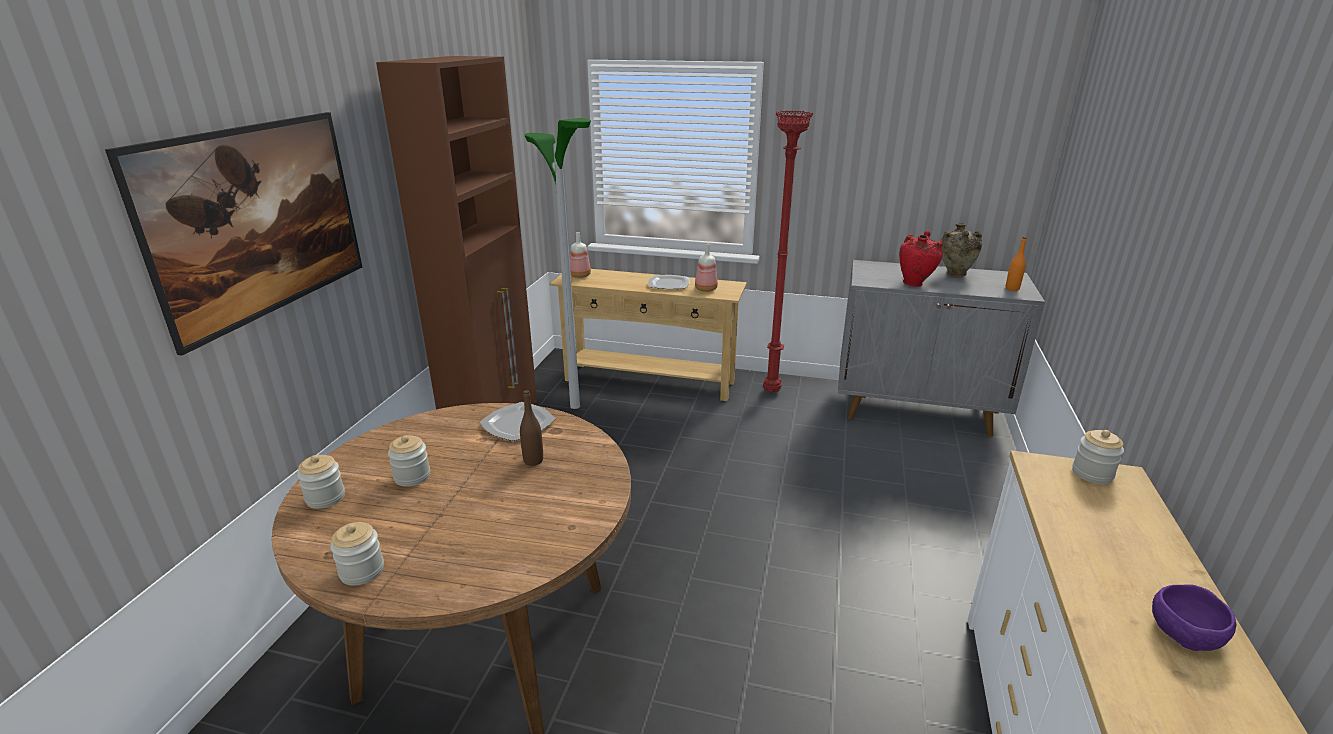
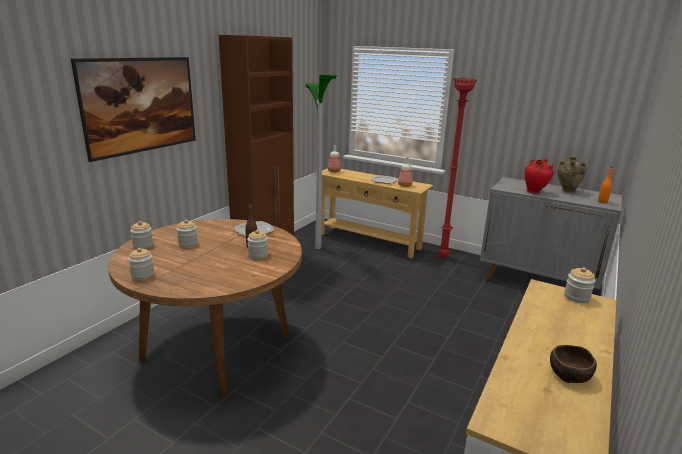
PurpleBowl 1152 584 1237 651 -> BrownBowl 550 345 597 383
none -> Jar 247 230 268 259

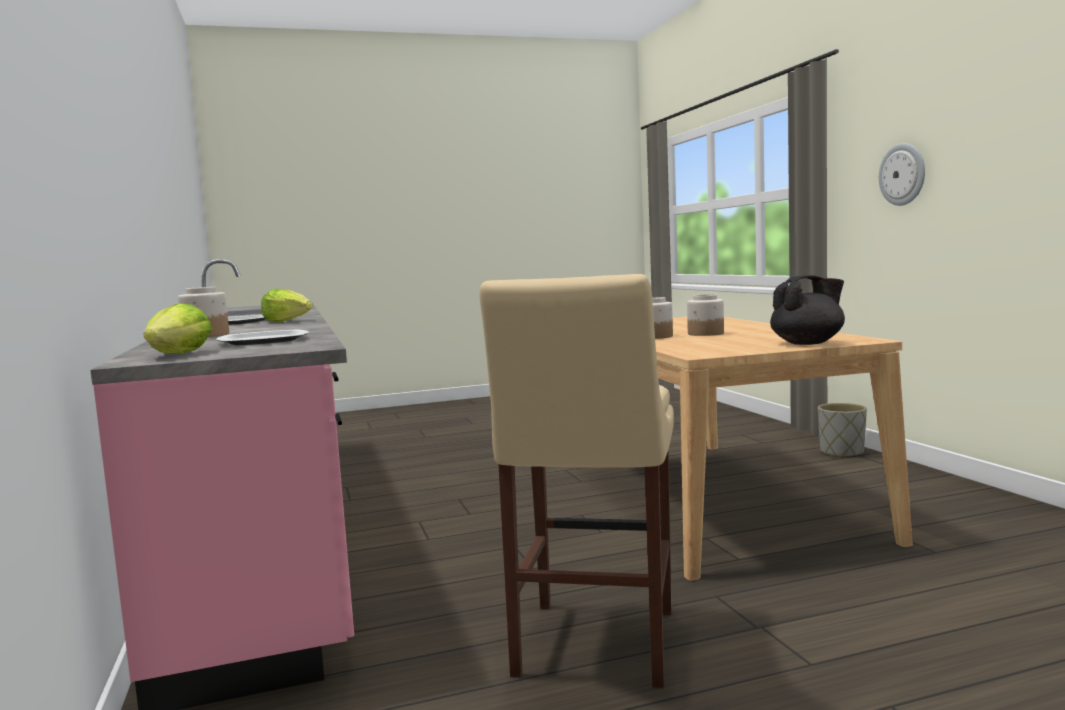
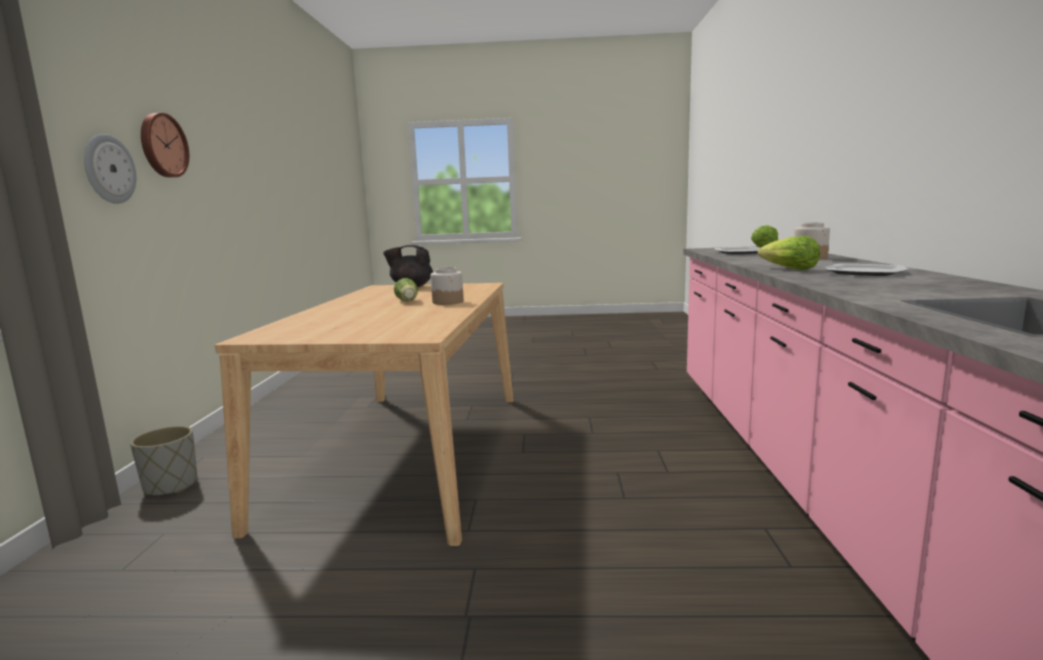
BeigeStool 479 274 674 688 -> none
Jar 687 294 724 336 -> Lettuce 394 278 418 302
none -> WallClock 141 113 189 178

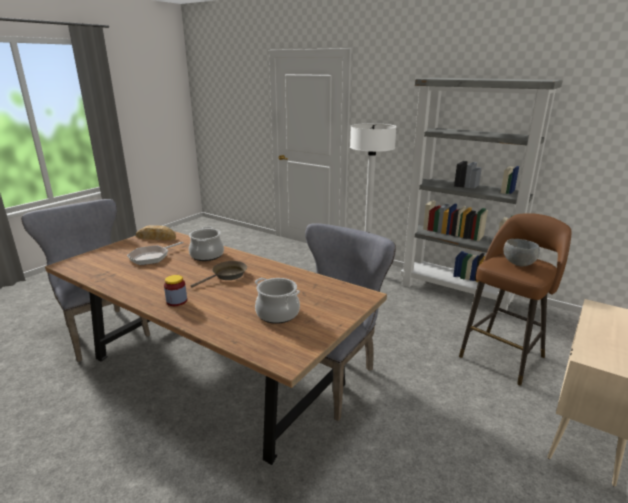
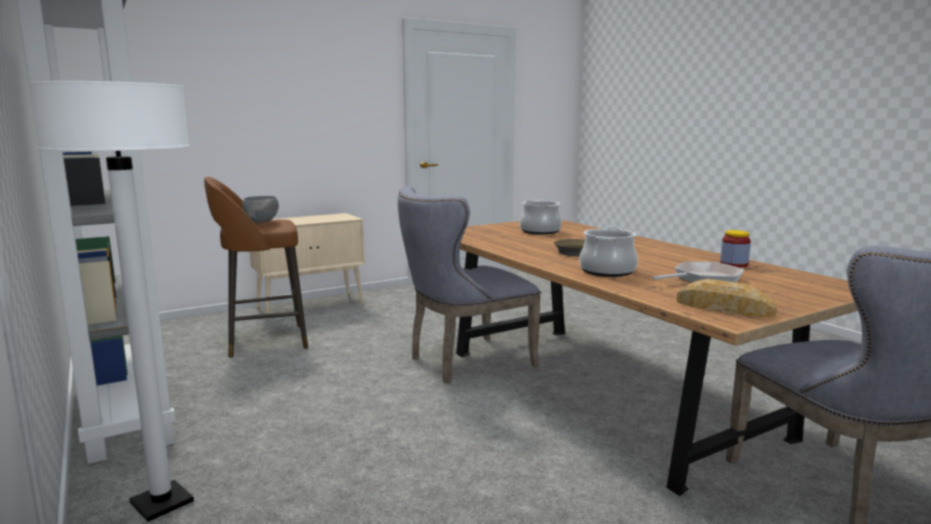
Jar 164 275 187 306 -> Jar 720 230 751 267, relocated

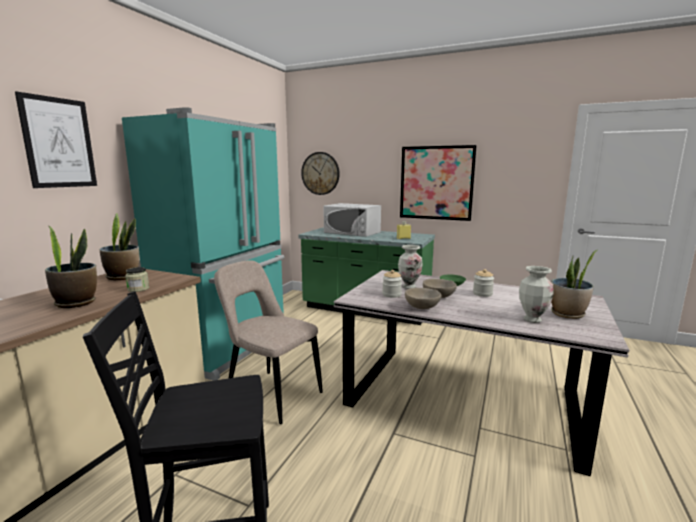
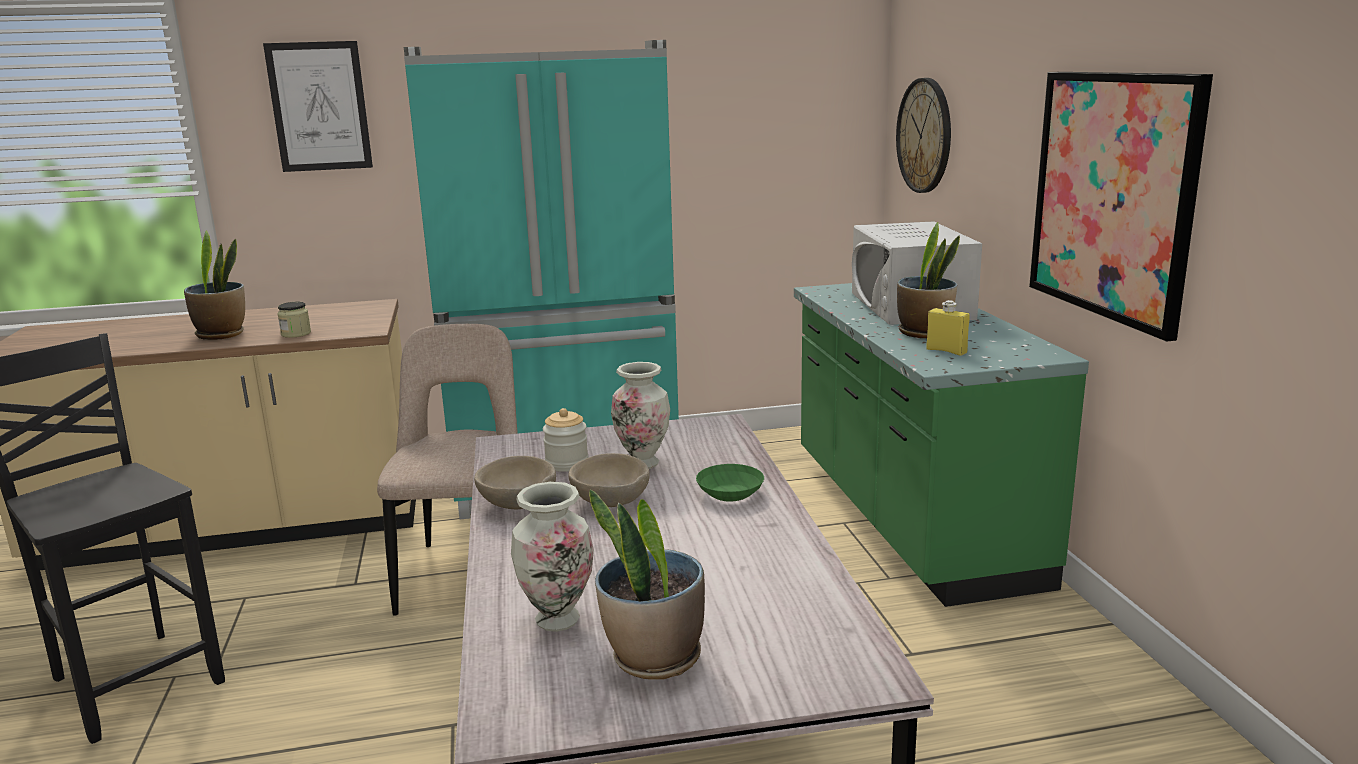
PottedPlant 100 213 139 280 -> PottedPlant 897 222 960 338, relocated
Jar 473 269 494 297 -> none

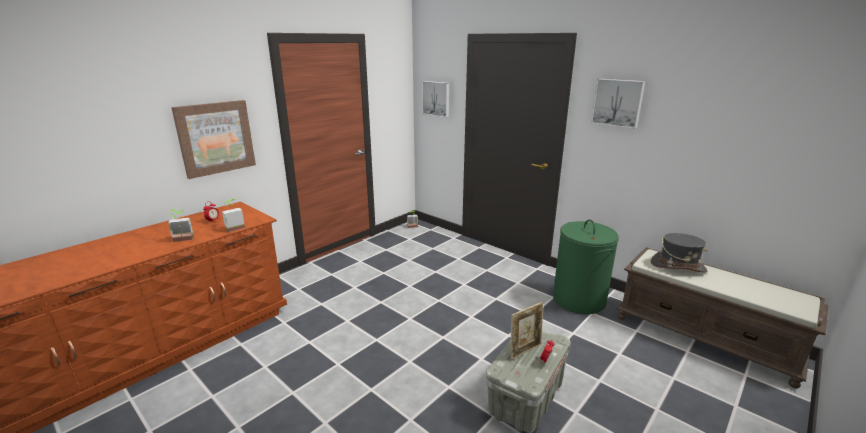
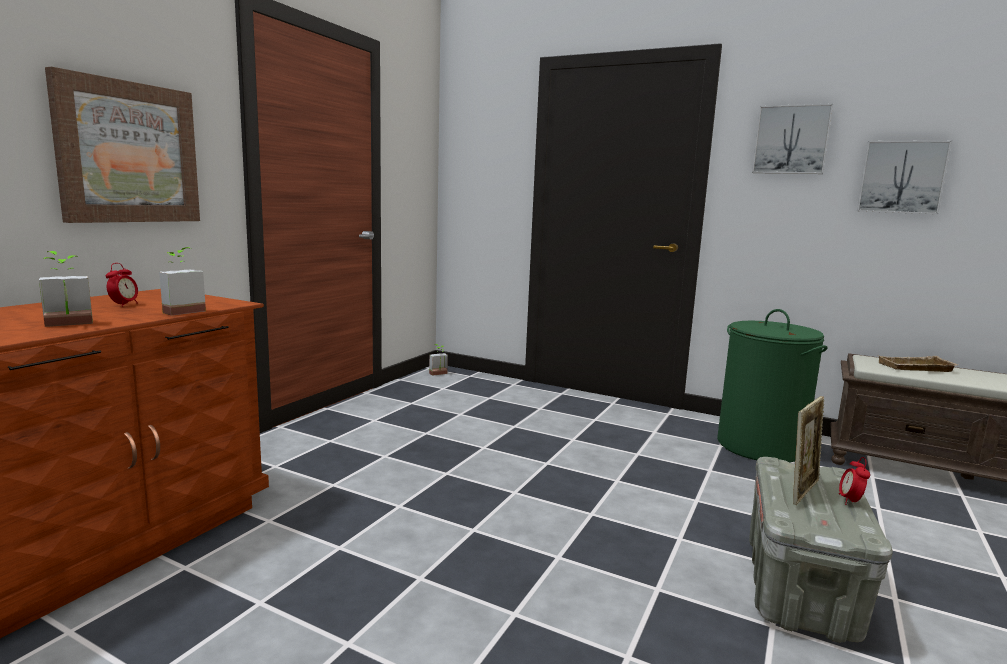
Picture 422 81 449 118 -> Picture 857 140 952 214, relocated
GreyHat 651 233 708 273 -> BeigeTray 877 355 958 372

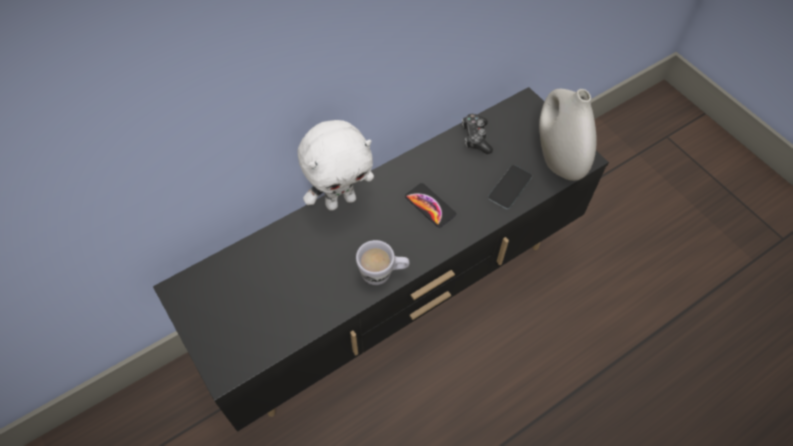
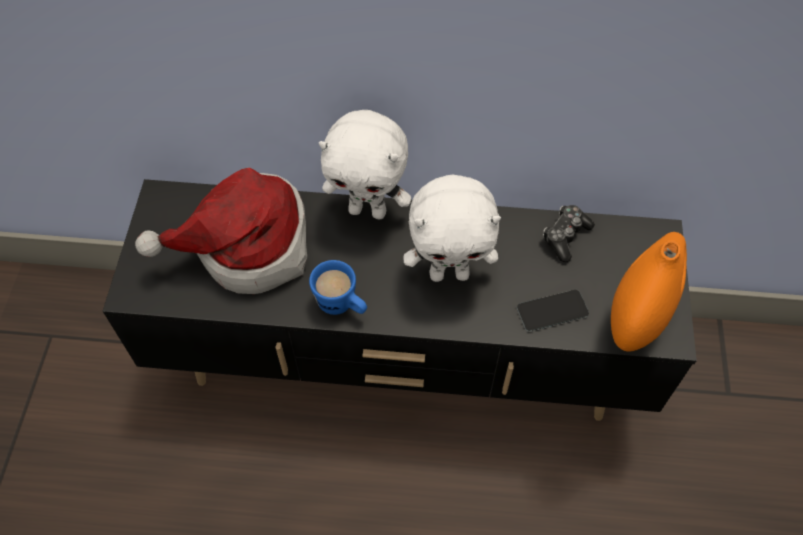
WhiteMug 356 240 410 285 -> BlueMug 309 260 367 315
Phone 405 183 456 228 -> WhitePlushToy 403 175 501 282
WhiteVase 539 89 597 181 -> OrangeVase 611 232 687 352
none -> Hat 135 168 307 294

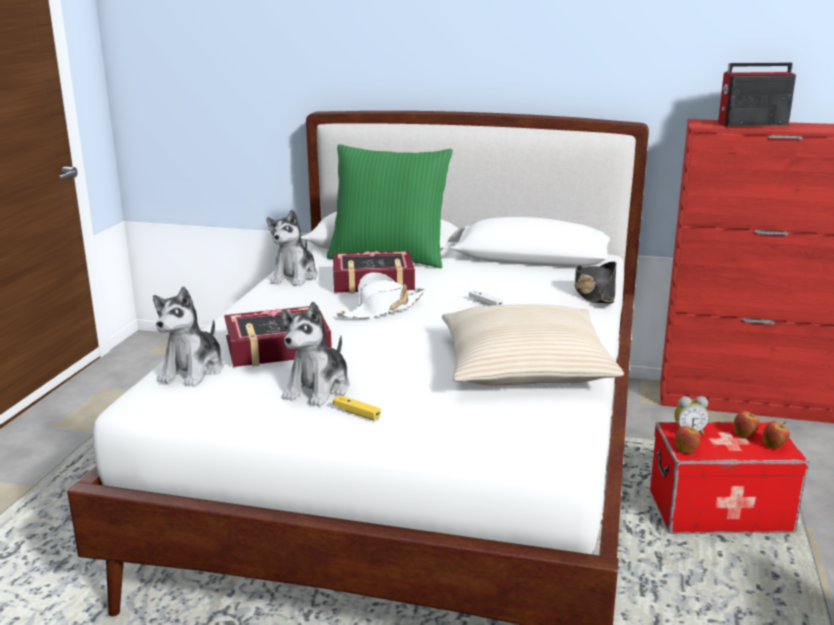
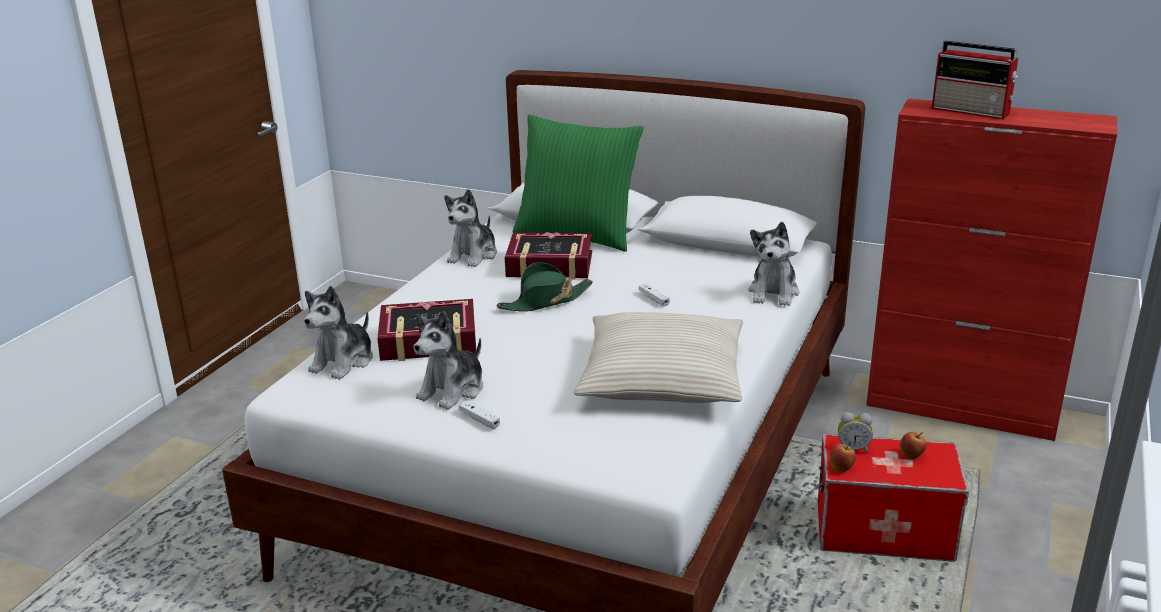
YellowGameController 333 395 381 421 -> WhiteGameController 459 401 500 429
WhiteHat 337 272 425 319 -> GreenHat 497 262 593 312
BlackHat 574 262 616 304 -> PlushToy 748 222 799 306
Radio 718 62 796 127 -> Radio 932 41 1019 119, 150 degrees counterclockwise
Apple 763 422 790 449 -> none

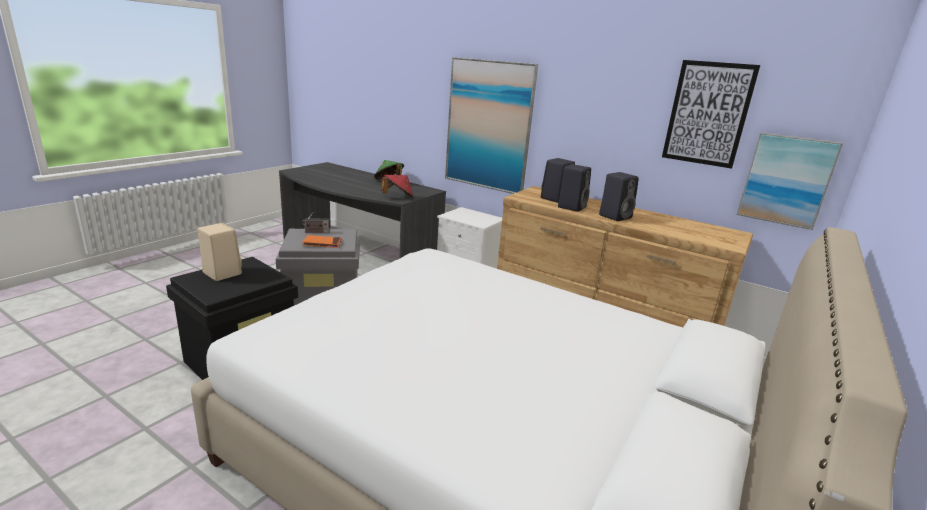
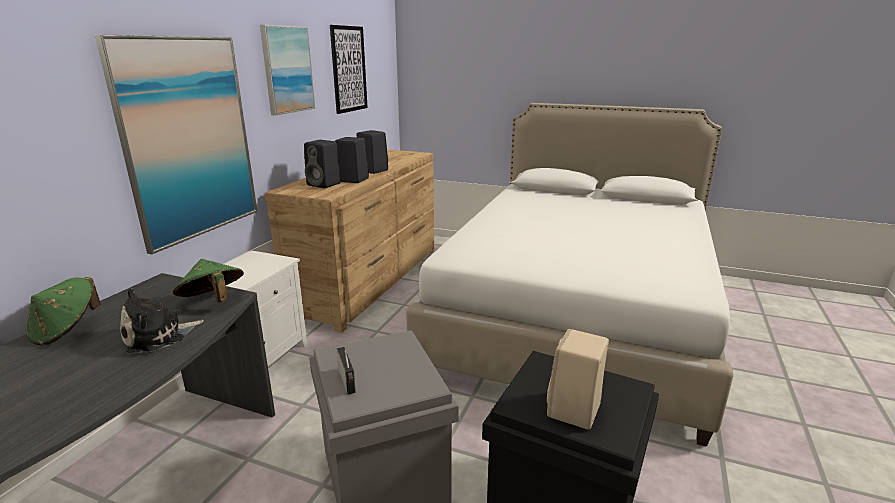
OrangeBook 302 235 342 248 -> none
RedHat 382 175 414 198 -> GreenHat 173 259 244 302
Picture 737 132 843 230 -> Picture 260 25 315 115, relocated
none -> PlushToy 120 288 204 353

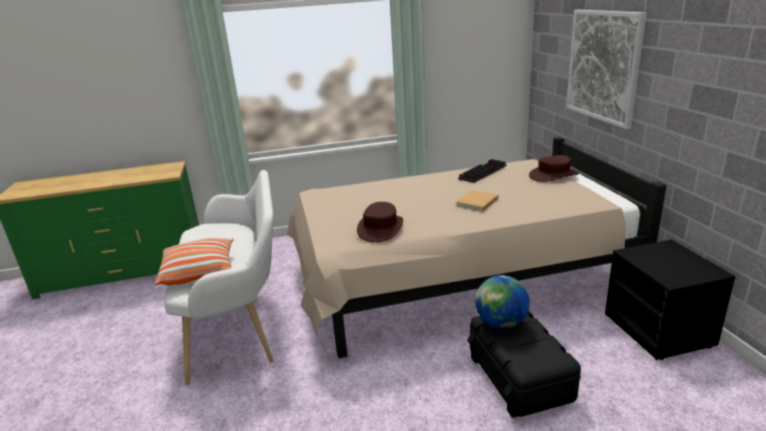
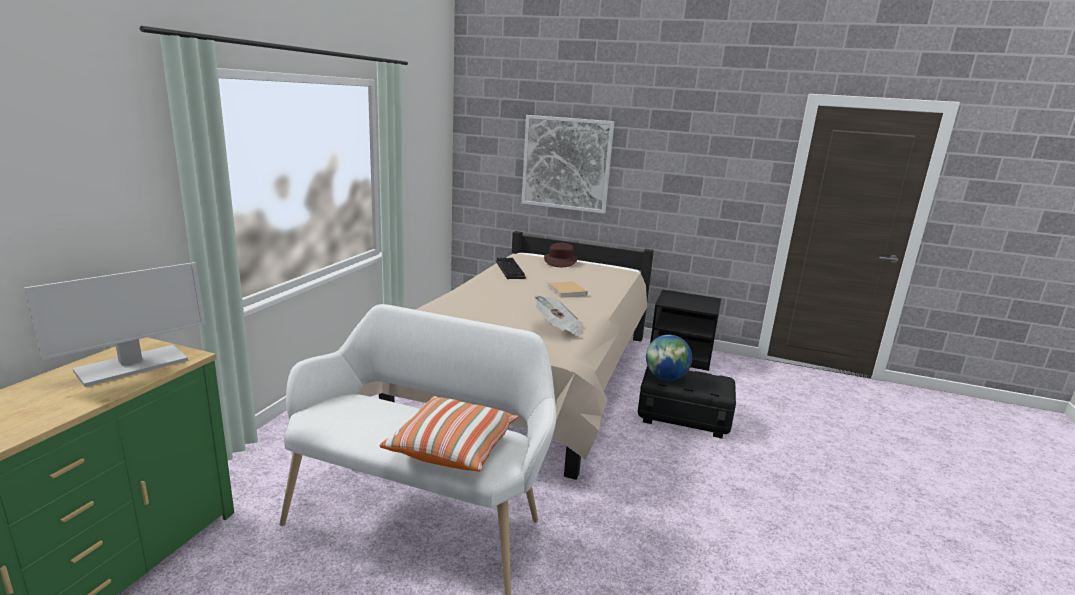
BrownHat 357 202 403 242 -> Newspaper 534 295 583 337
none -> Monitor 24 262 206 387

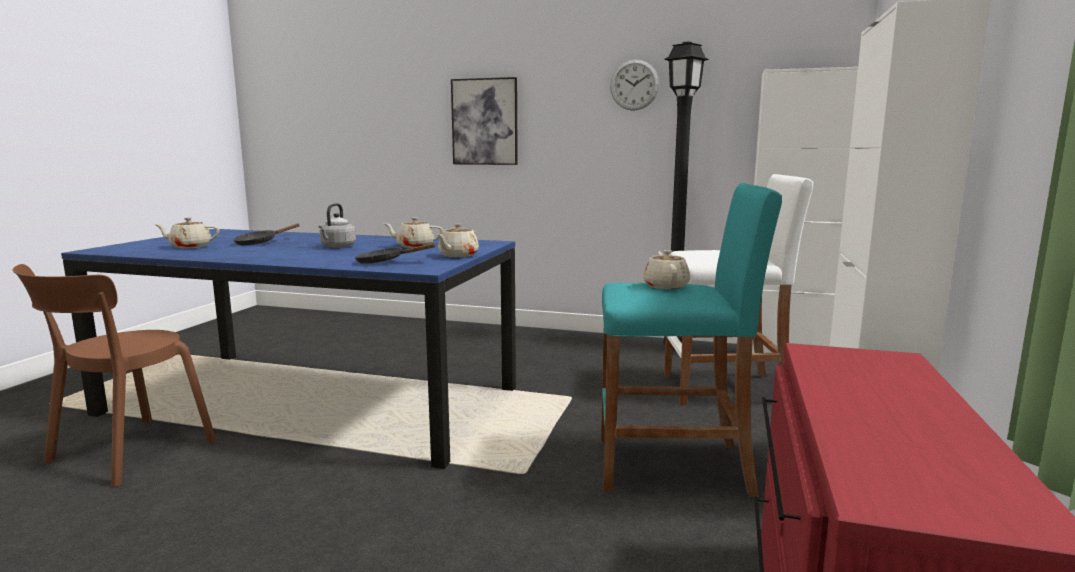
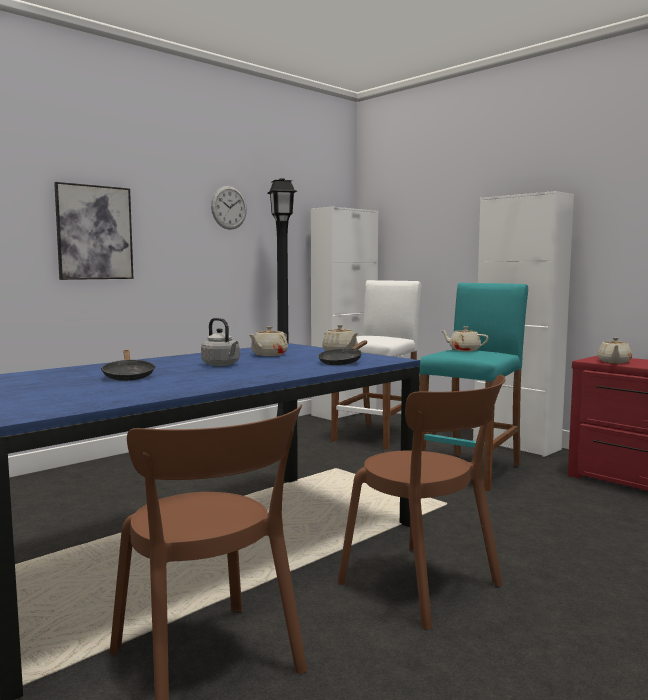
BeigeTeapot 154 217 219 248 -> BeigeTeapot 597 337 632 363, relocated
none -> BrownChair 338 375 506 630

